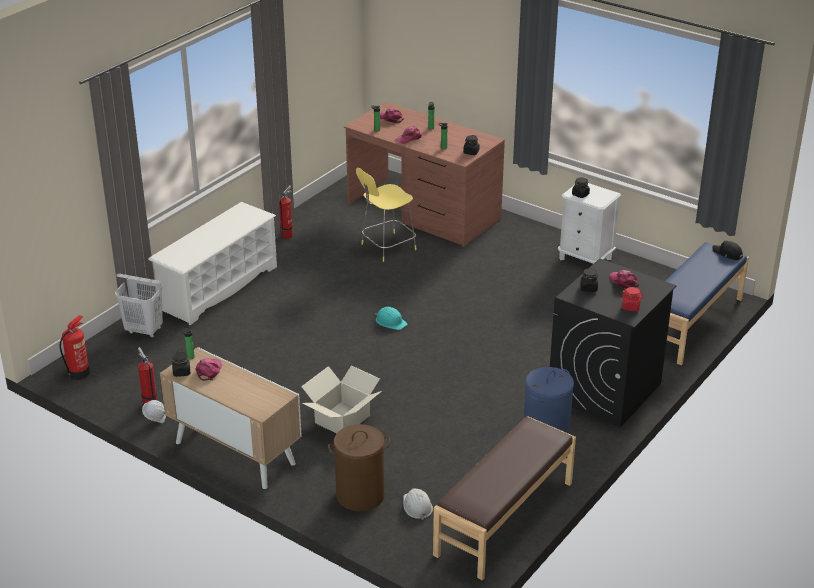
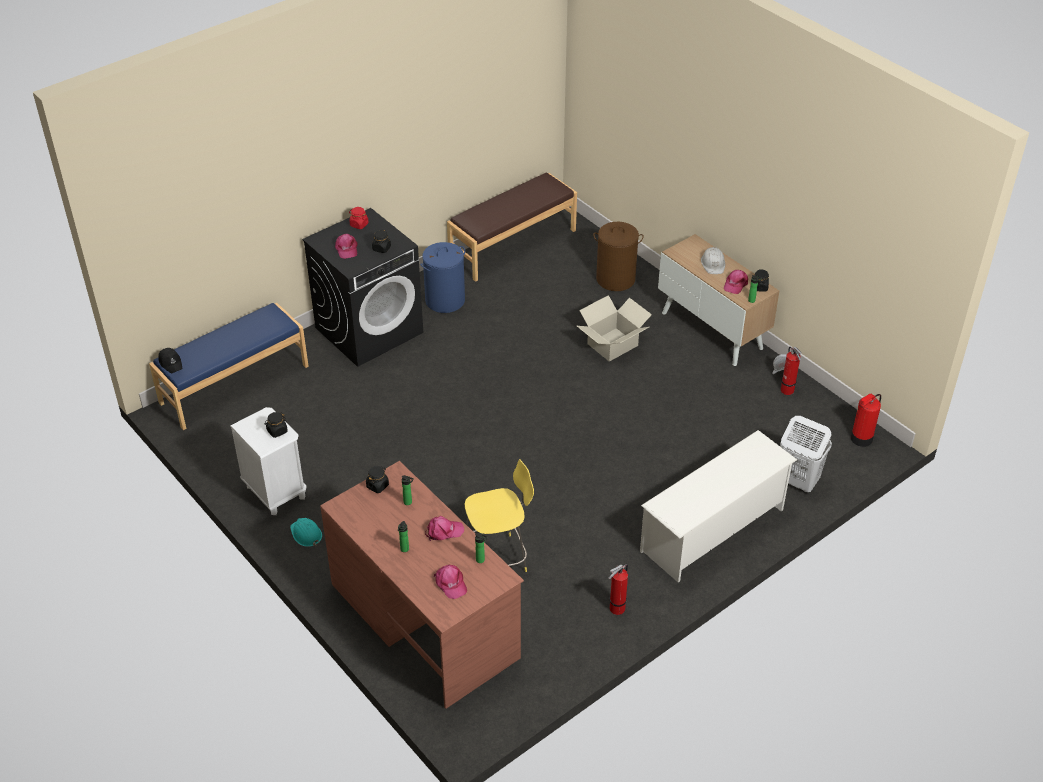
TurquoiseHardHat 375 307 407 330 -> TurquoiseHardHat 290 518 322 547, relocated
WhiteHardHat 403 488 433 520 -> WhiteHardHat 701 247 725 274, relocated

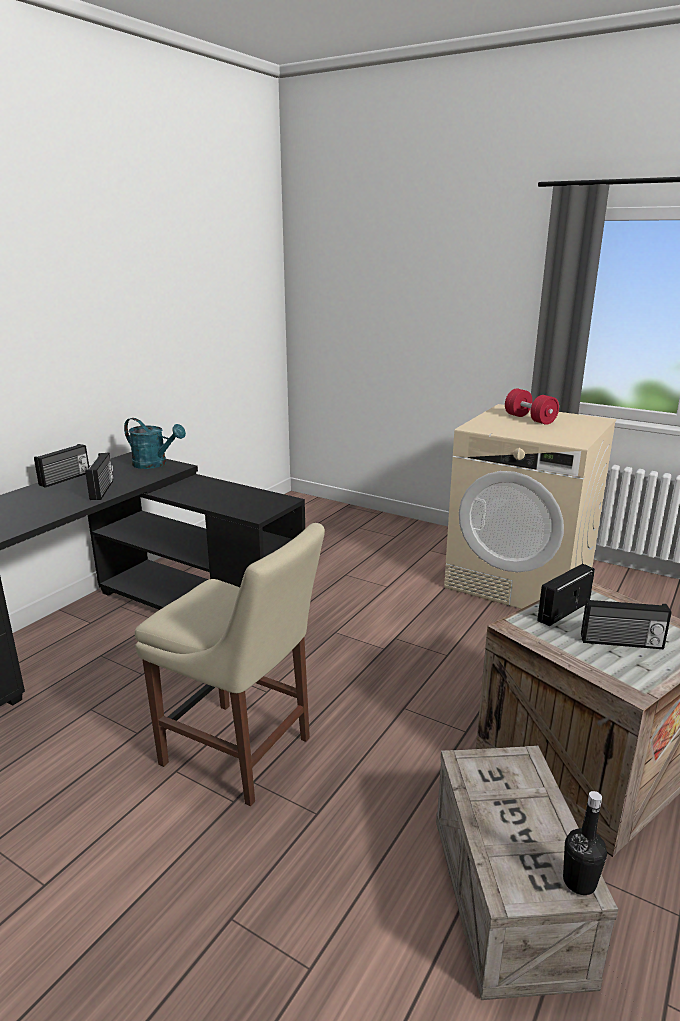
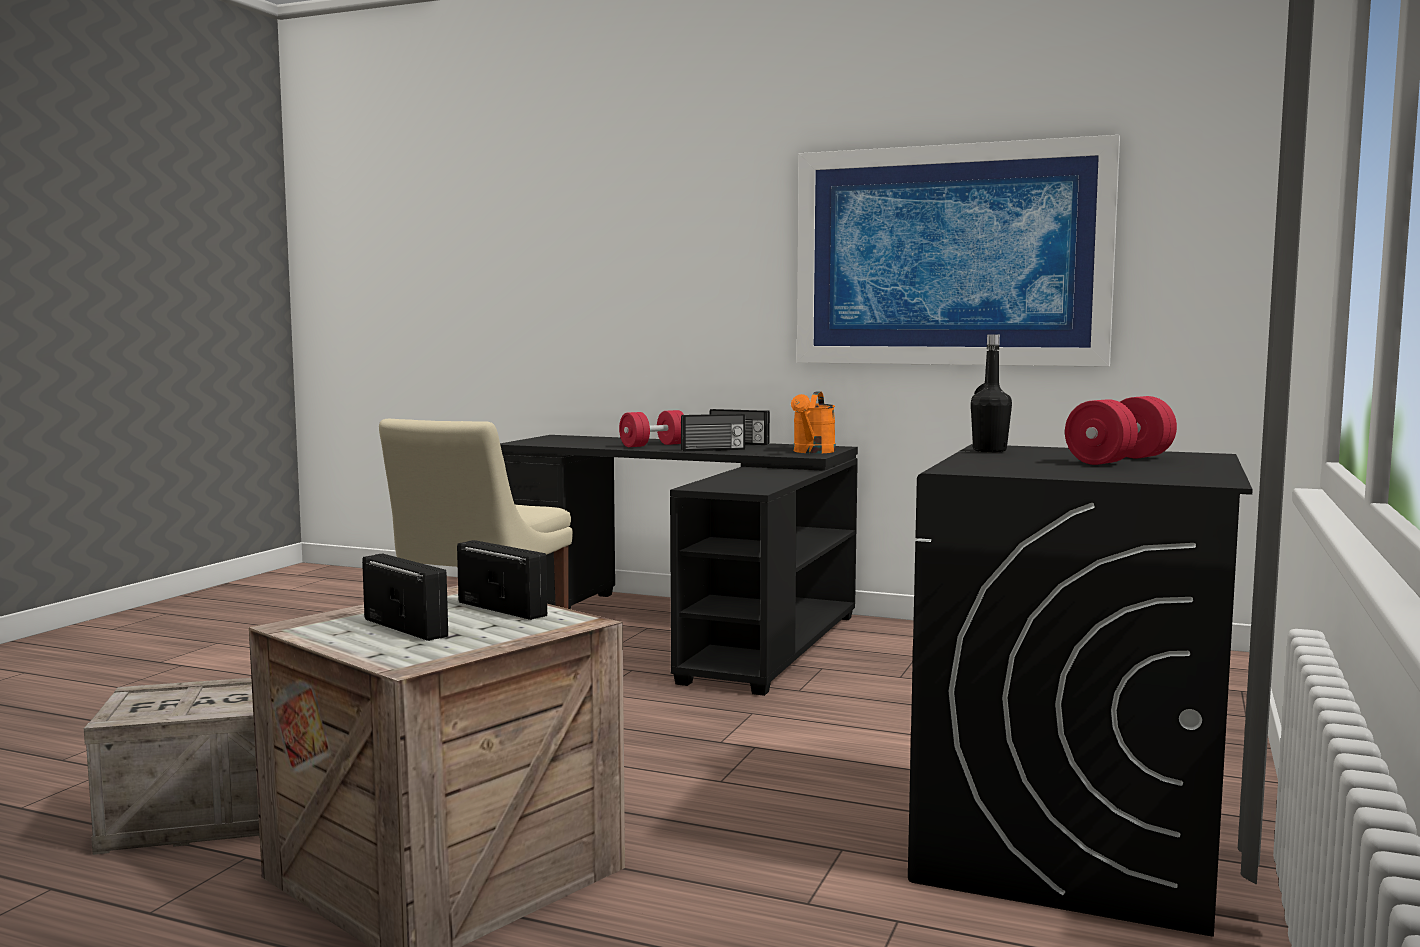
TurquoiseWateringCan 124 418 186 469 -> OrangeWateringCan 791 392 836 454
BeigeWashingMachine 444 404 616 609 -> BlackWashingMachine 908 444 1253 937
BlackBottle 563 791 607 895 -> BlackBottle 971 334 1012 452, relocated
Radio 581 598 672 649 -> Radio 362 553 448 641, 135 degrees clockwise
none -> RedDumbbell 619 410 684 447
none -> Picture 797 135 1120 367

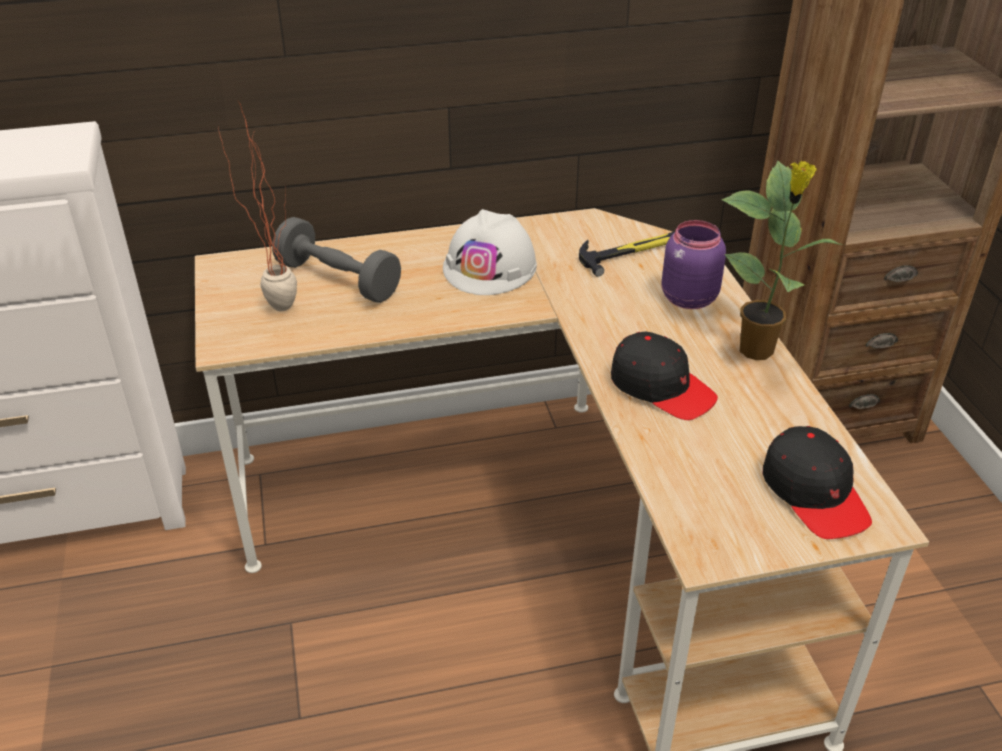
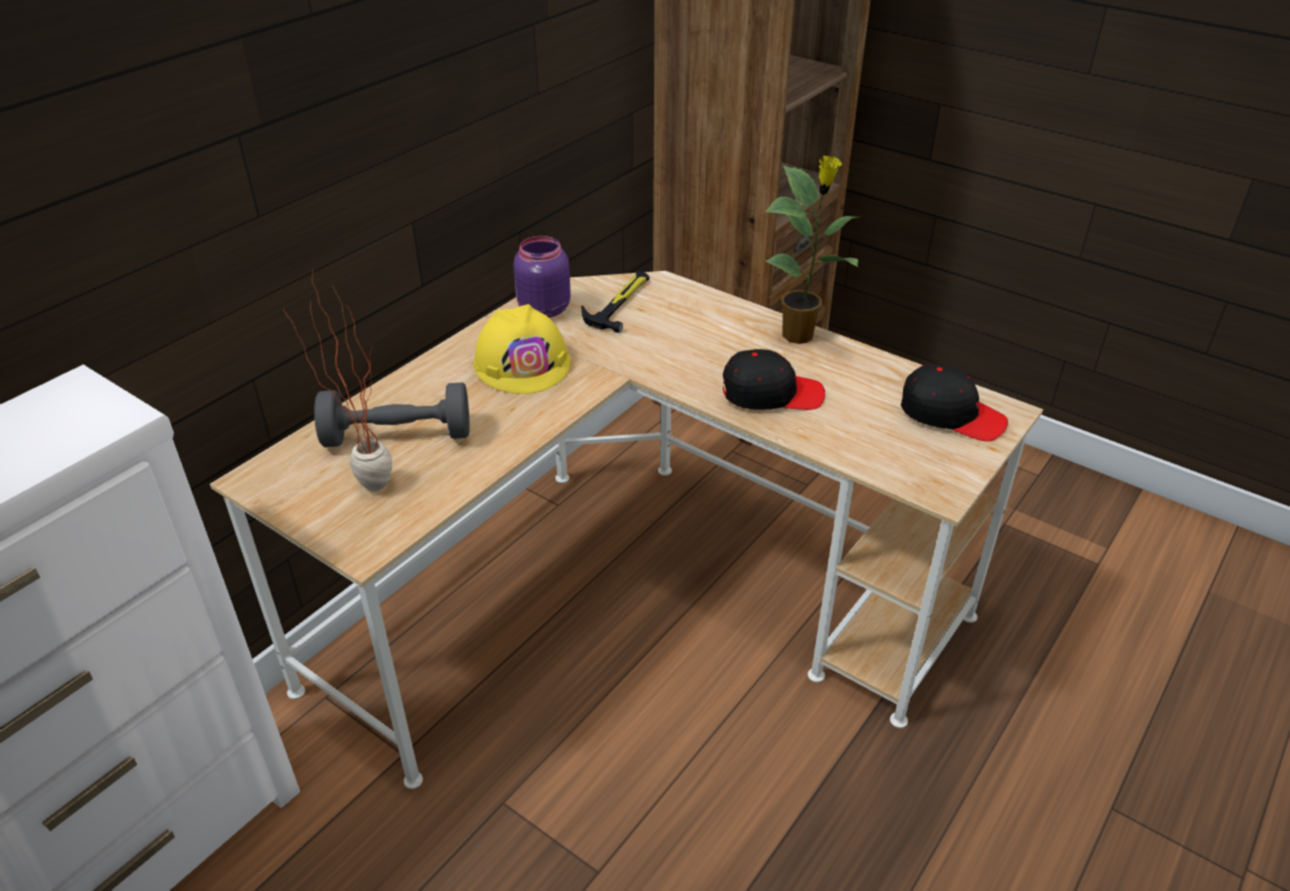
WhiteHardHat 443 209 537 295 -> YellowHardHat 474 304 571 394
PurpleJar 661 220 726 309 -> PurpleJar 513 236 571 318, relocated

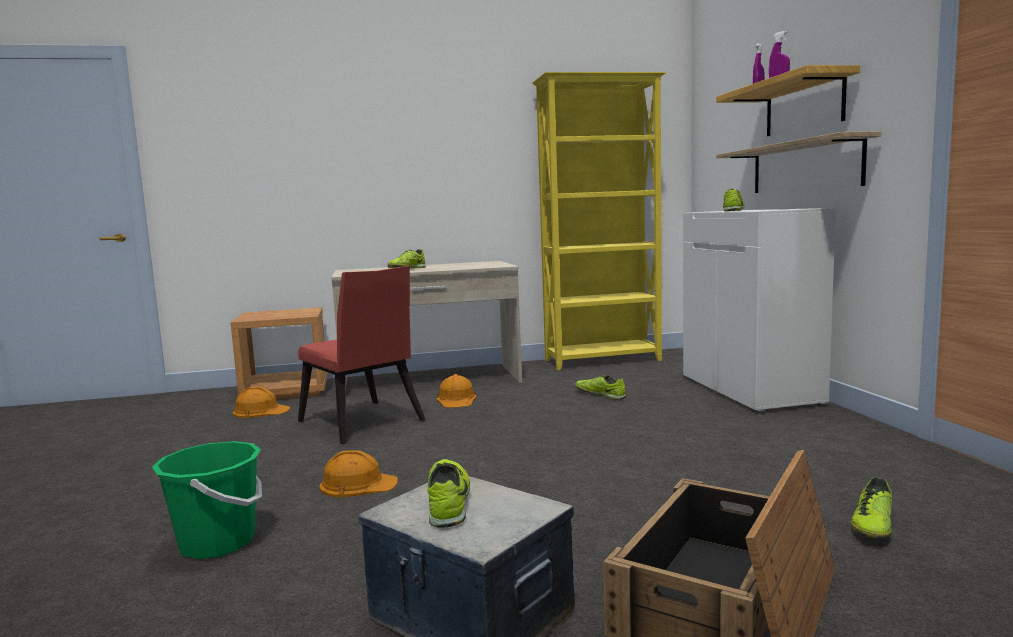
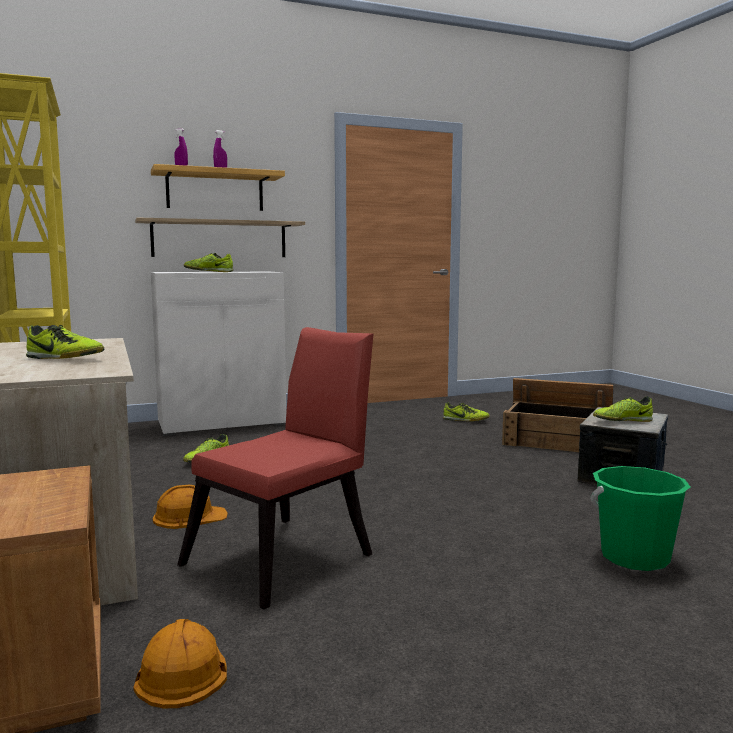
OrangeHardHat 319 450 398 497 -> none

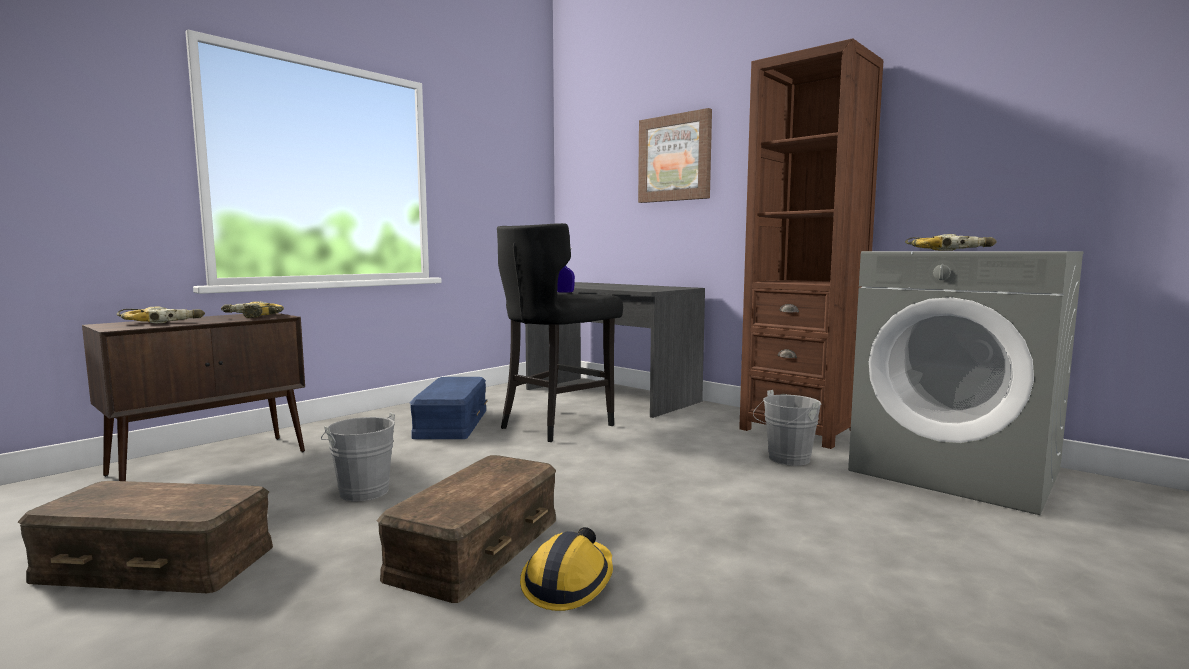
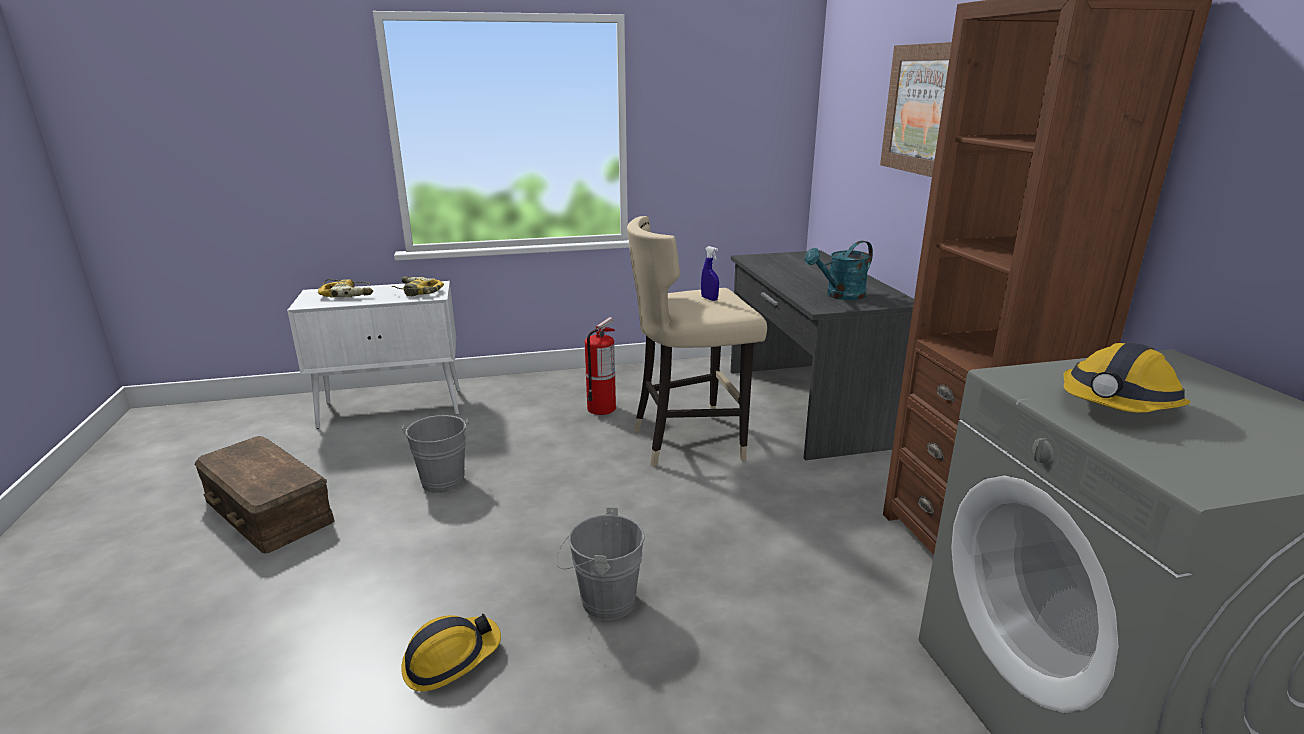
BrownCabinet 82 313 305 481 -> WhiteCabinet 287 281 460 429
BrownStorageBox 377 455 556 603 -> none
BlueStorageBox 410 377 487 439 -> FireExtinguisher 585 317 616 415
BlackStool 497 223 623 442 -> BeigeStool 627 216 767 467
GreyBucket 753 390 821 466 -> GreyBucket 556 507 645 621, relocated
PowerDrill 905 234 997 251 -> HardHat 1064 342 1191 413
none -> TurquoiseWateringCan 805 241 873 300

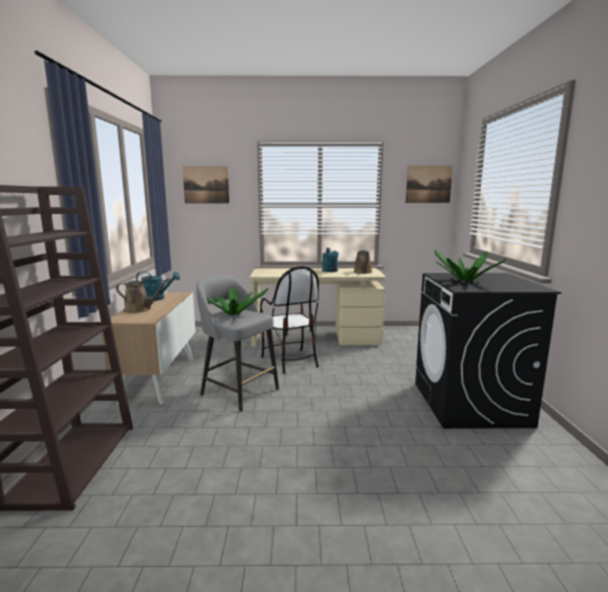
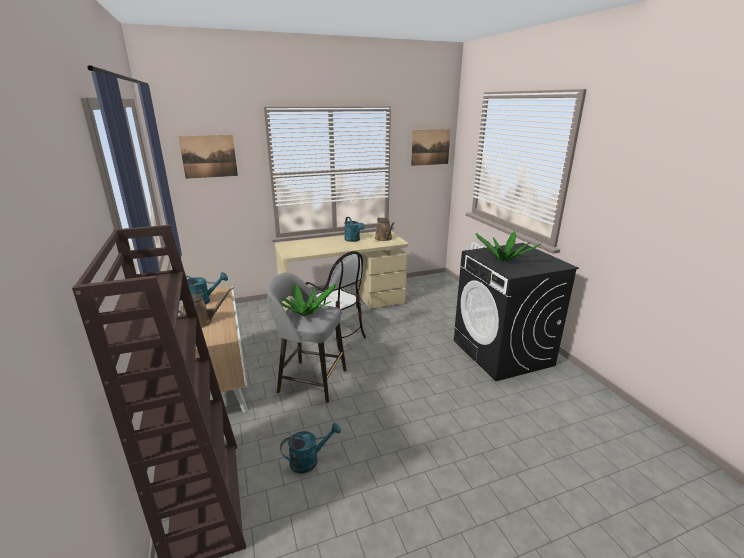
none -> TurquoiseWateringCan 280 423 341 473

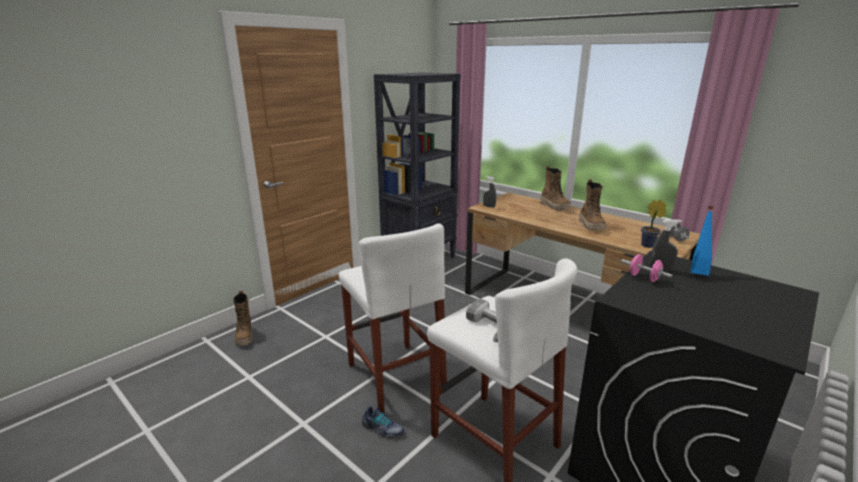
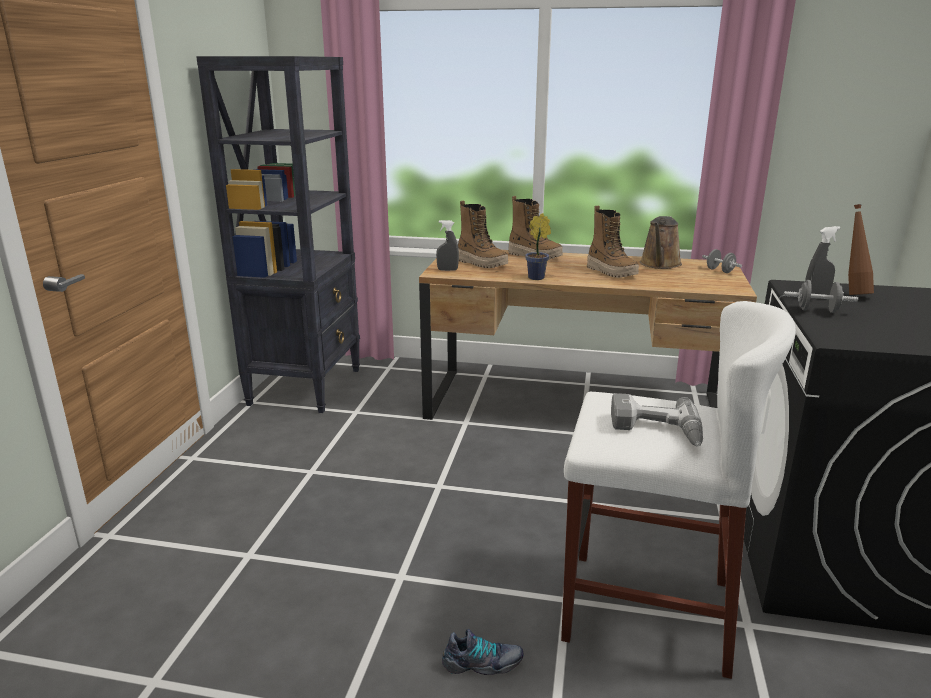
Boot 233 291 252 346 -> Boot 458 200 508 268, relocated
WhiteStool 339 223 447 414 -> none
PinkDumbbell 621 254 672 282 -> GreyDumbbell 784 280 858 313
PottedPlant 641 199 667 248 -> PottedPlant 525 213 551 280, relocated
BlueBottle 690 206 713 276 -> BrownBottle 848 204 874 295
none -> BrownWateringCan 640 216 682 269

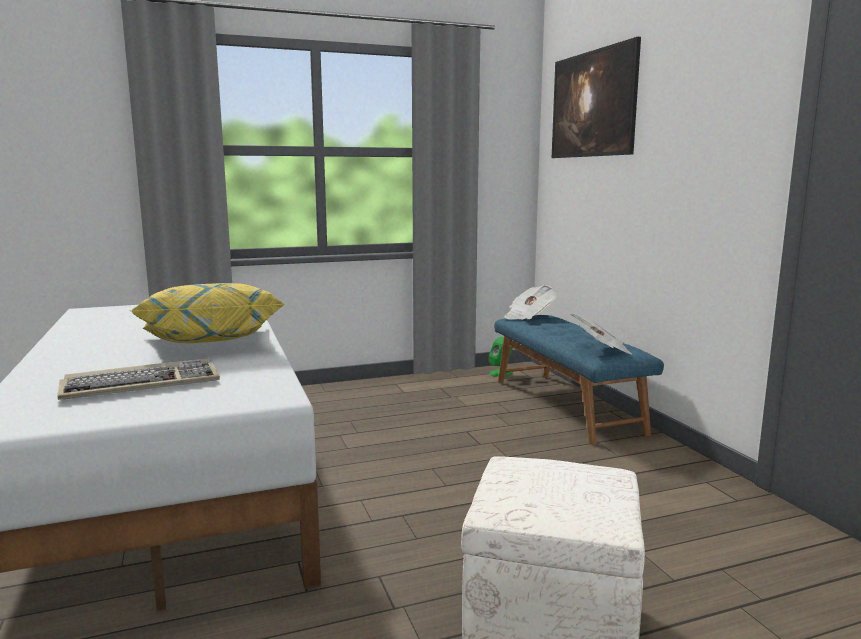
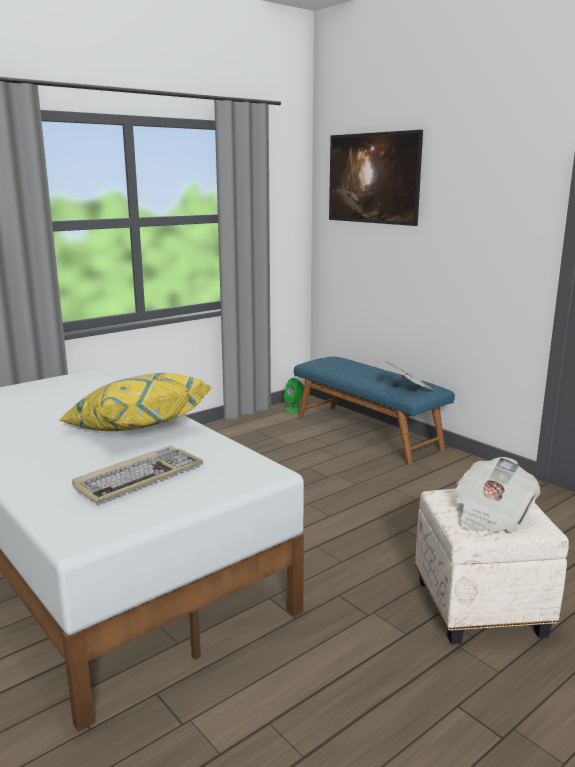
Newspaper 504 285 557 320 -> Newspaper 455 457 540 532, relocated

